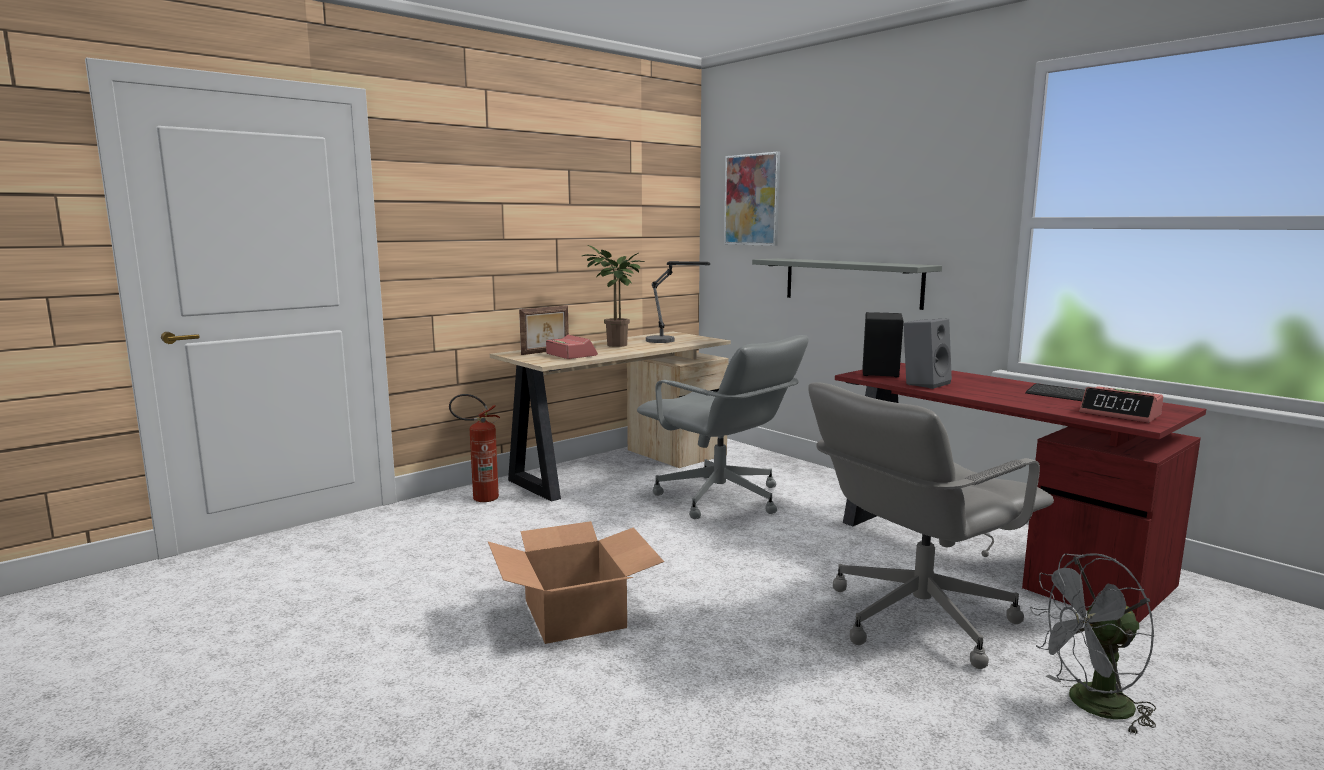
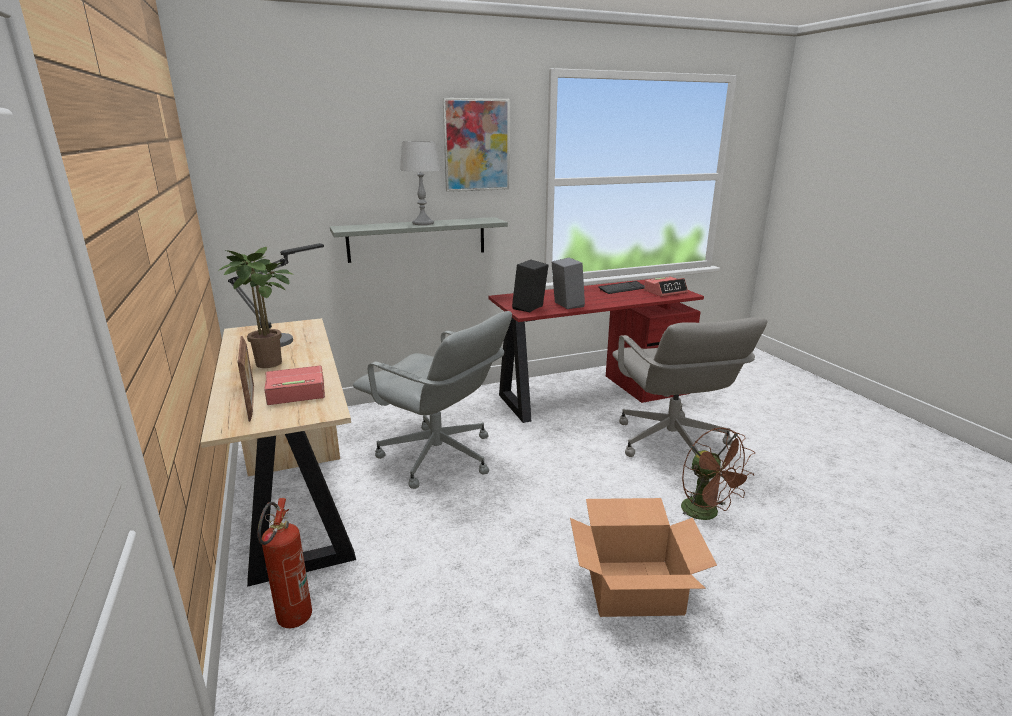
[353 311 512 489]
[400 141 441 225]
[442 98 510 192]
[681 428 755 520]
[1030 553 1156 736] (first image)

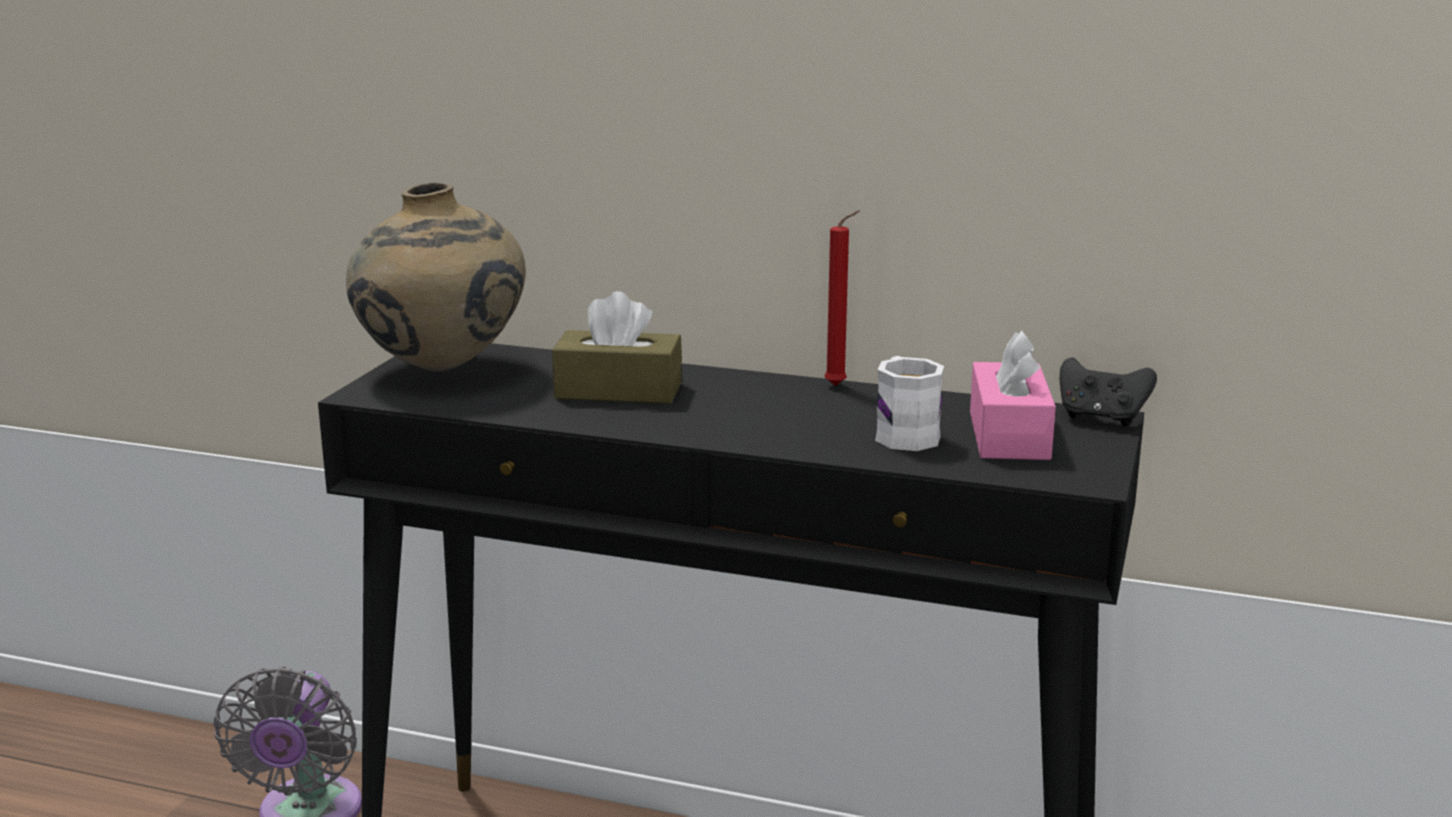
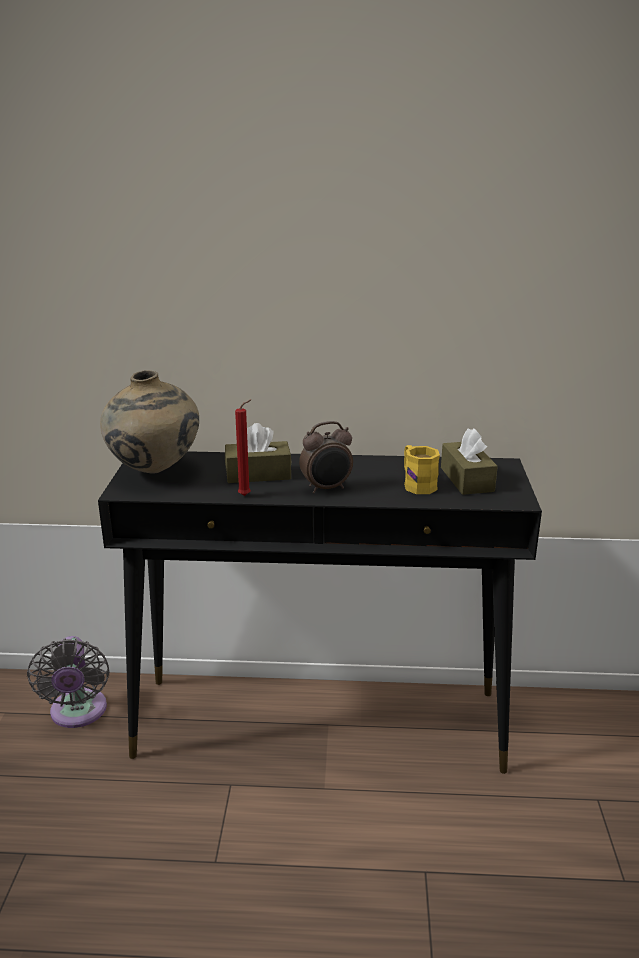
[235 399 252 496]
[299 421 353 494]
[404 445 440 494]
[441 428 498 495]
[1059 357 1157 427] (first image)

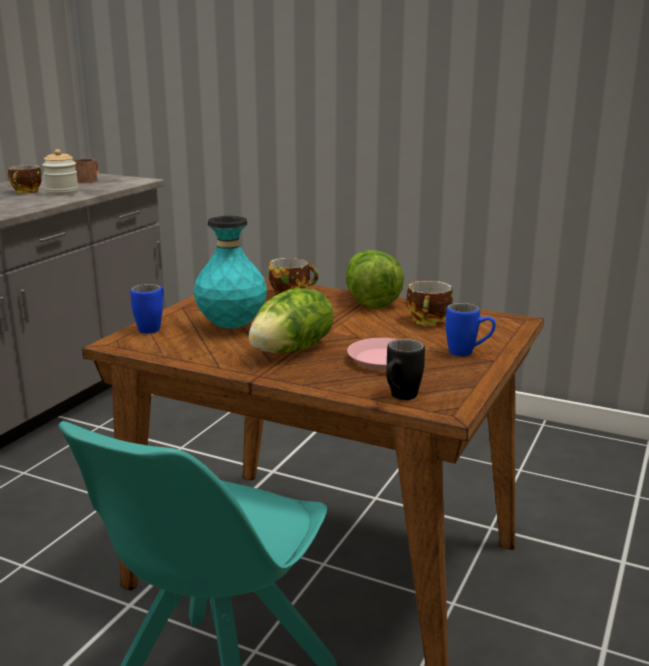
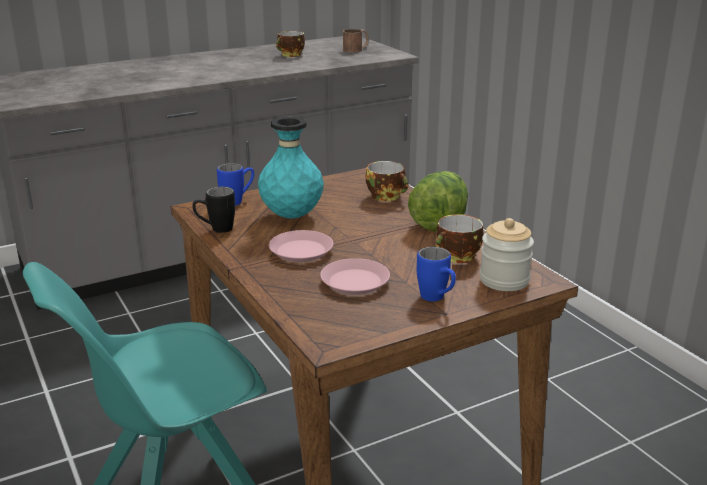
[192 187 235 233]
[269 230 333 262]
[480 218 534 291]

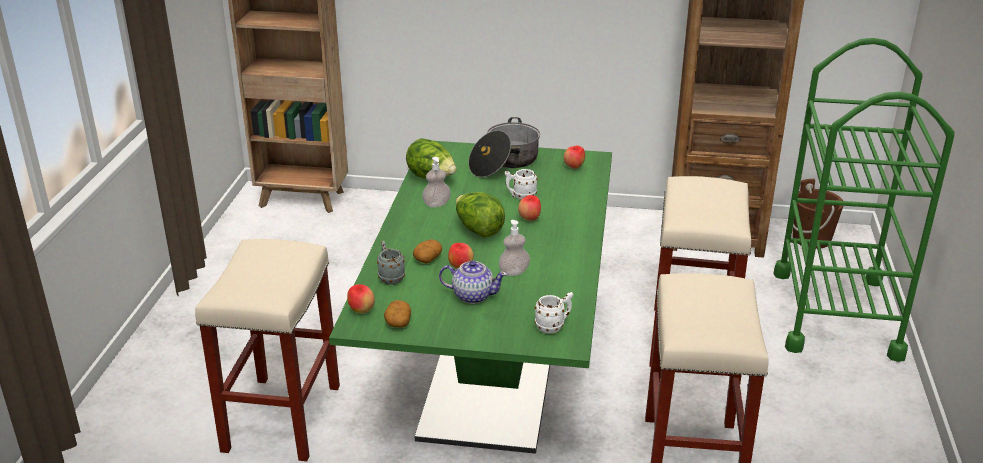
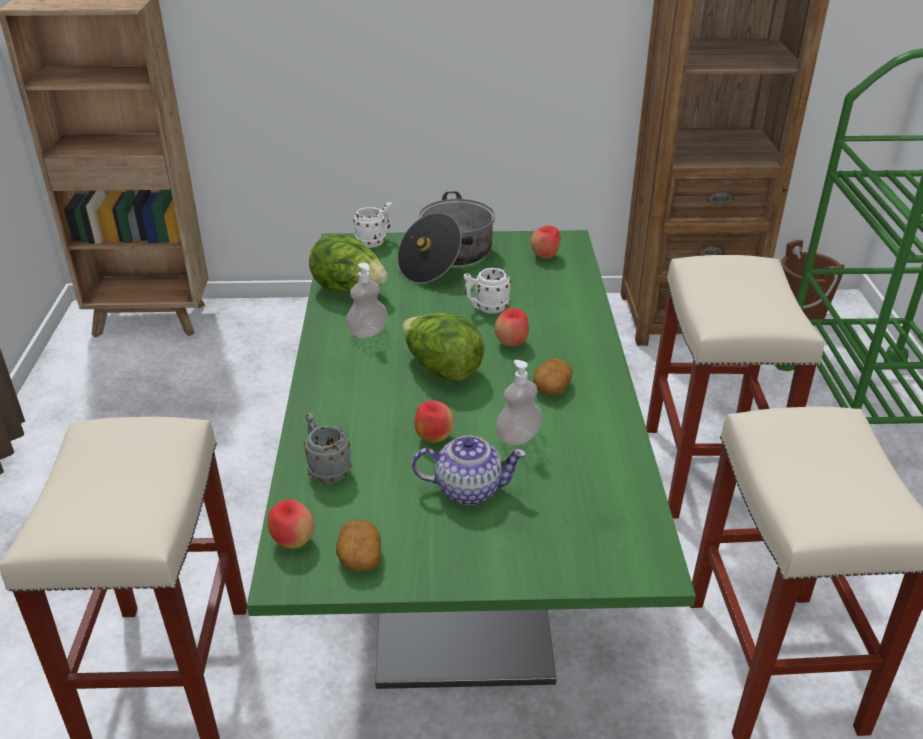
[353 202 393 248]
[533 358 572 396]

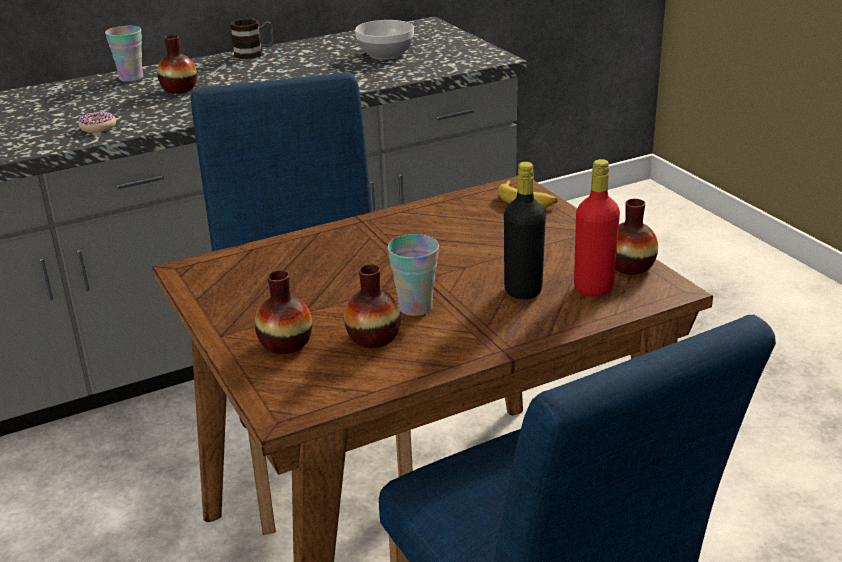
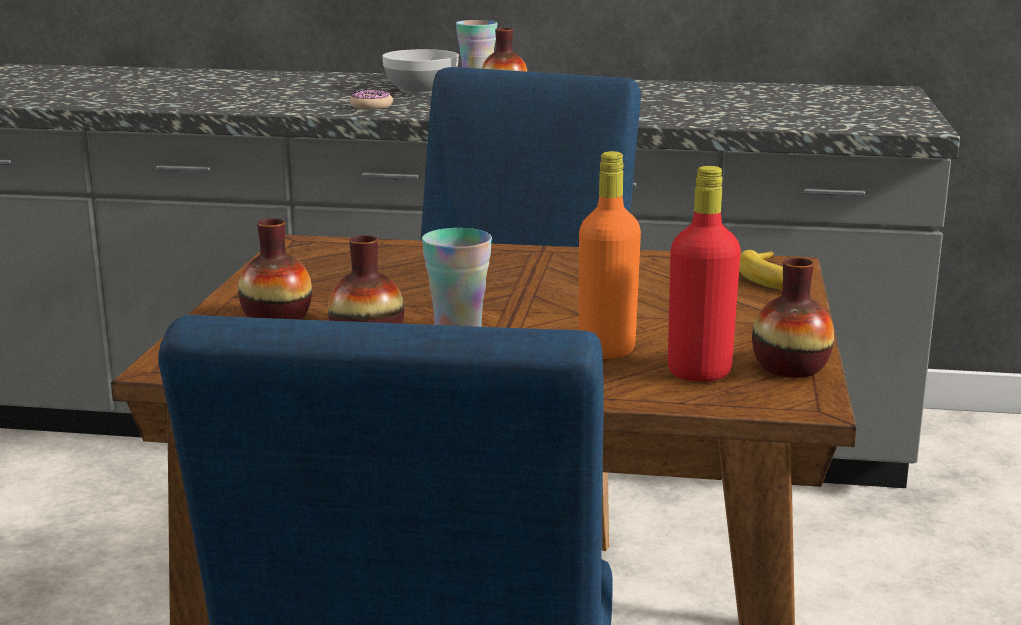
[382 49 459 94]
[579 151 641 359]
[230 18 273 59] (first image)

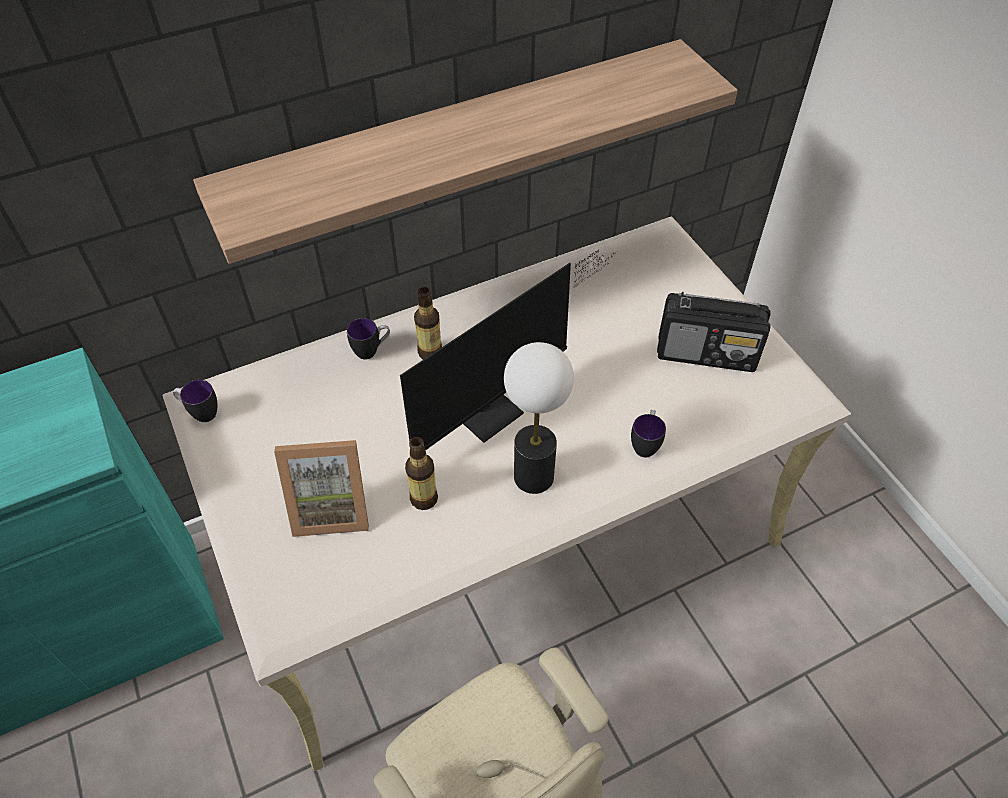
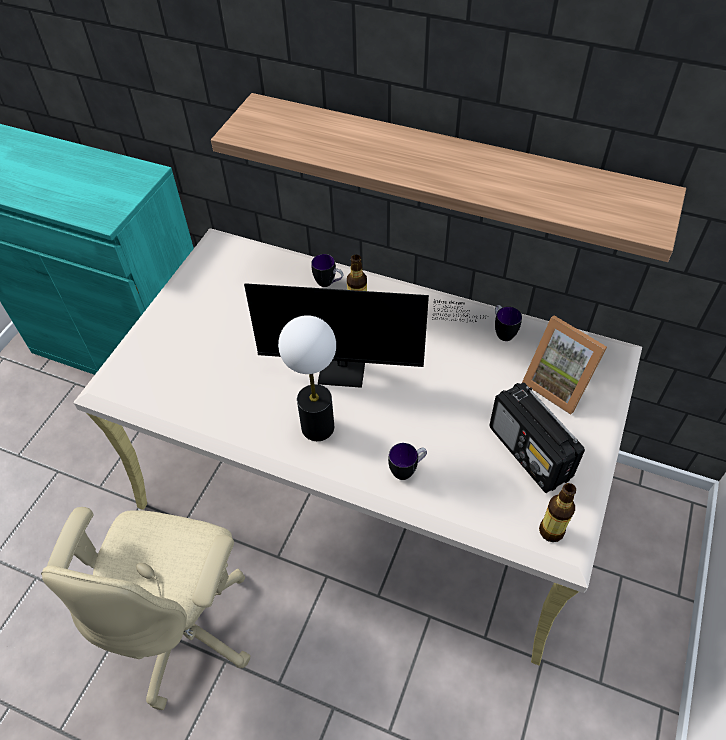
[495 305 522 341]
[522 315 607 415]
[539 483 576 542]

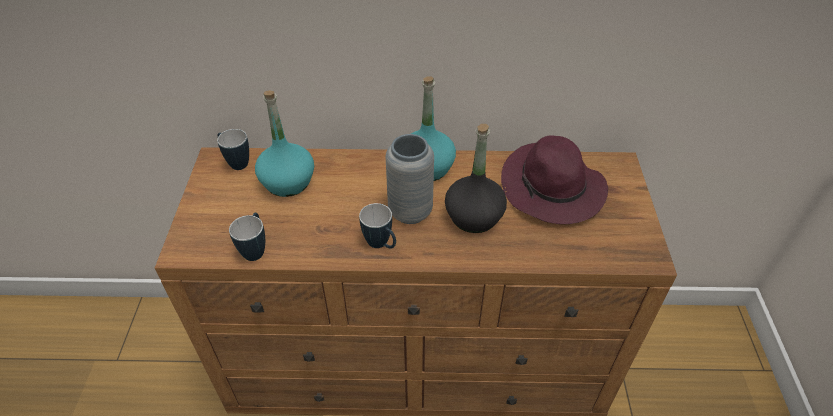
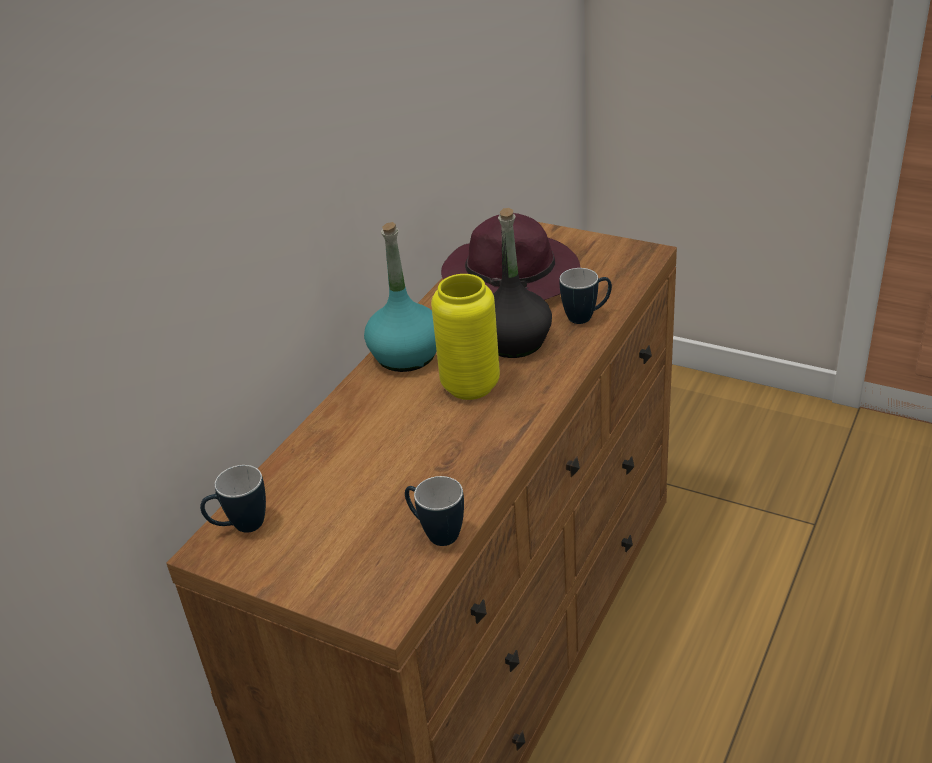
[431 274 500 400]
[560 268 612 324]
[255 90 314 197] (first image)

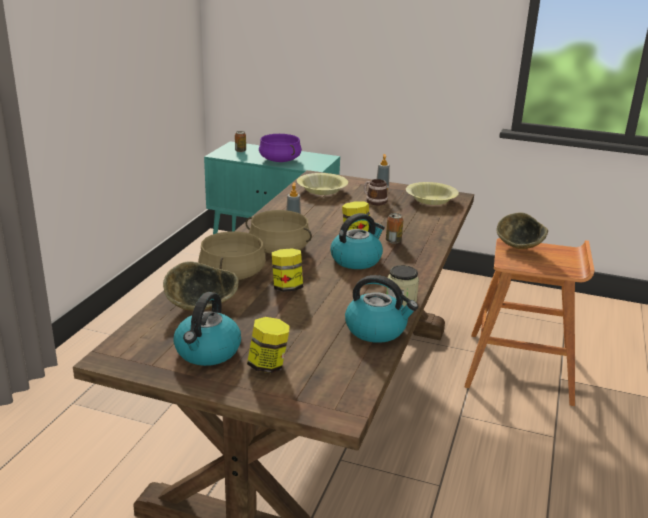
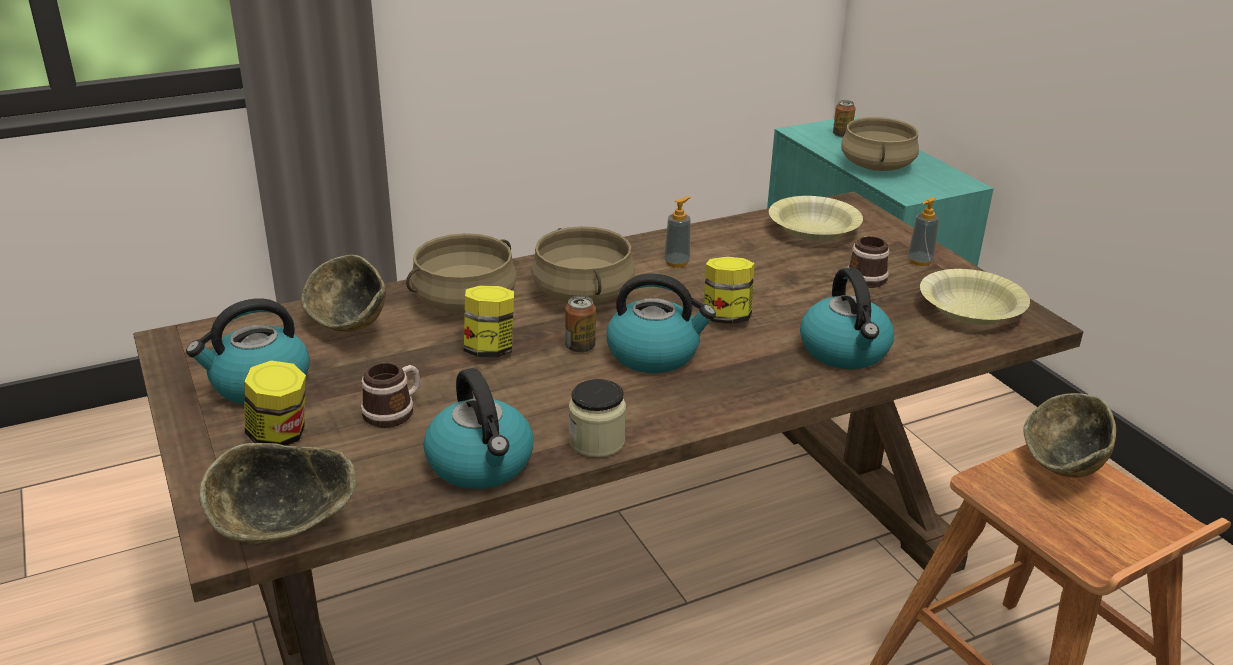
[199 443 356 544]
[361 363 420 428]
[565 296 596 353]
[800 268 894 369]
[841 117 919 171]

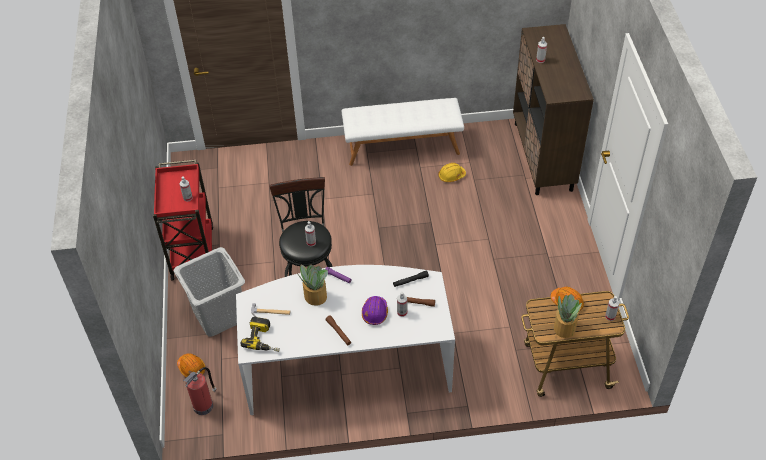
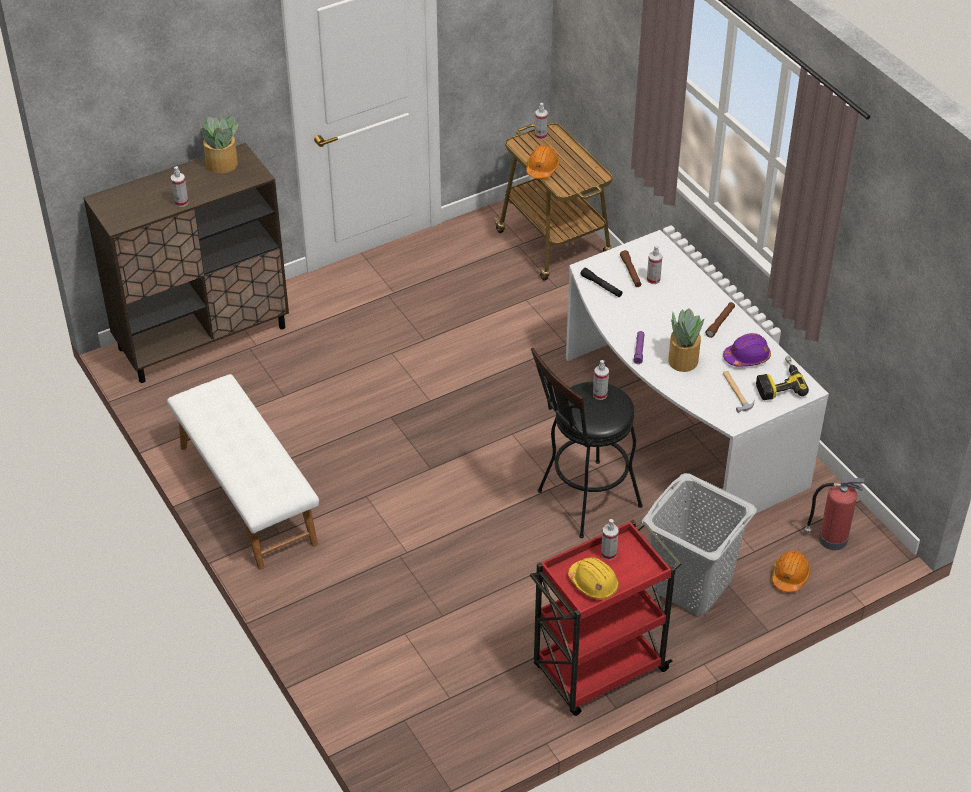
[200 115 239 173]
[568 557 619 600]
[723 333 771 367]

